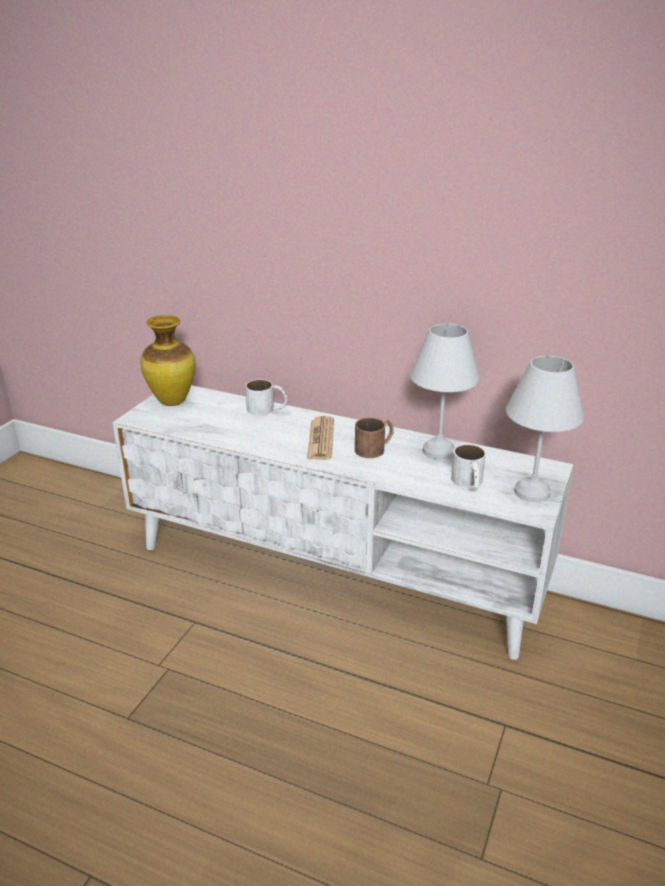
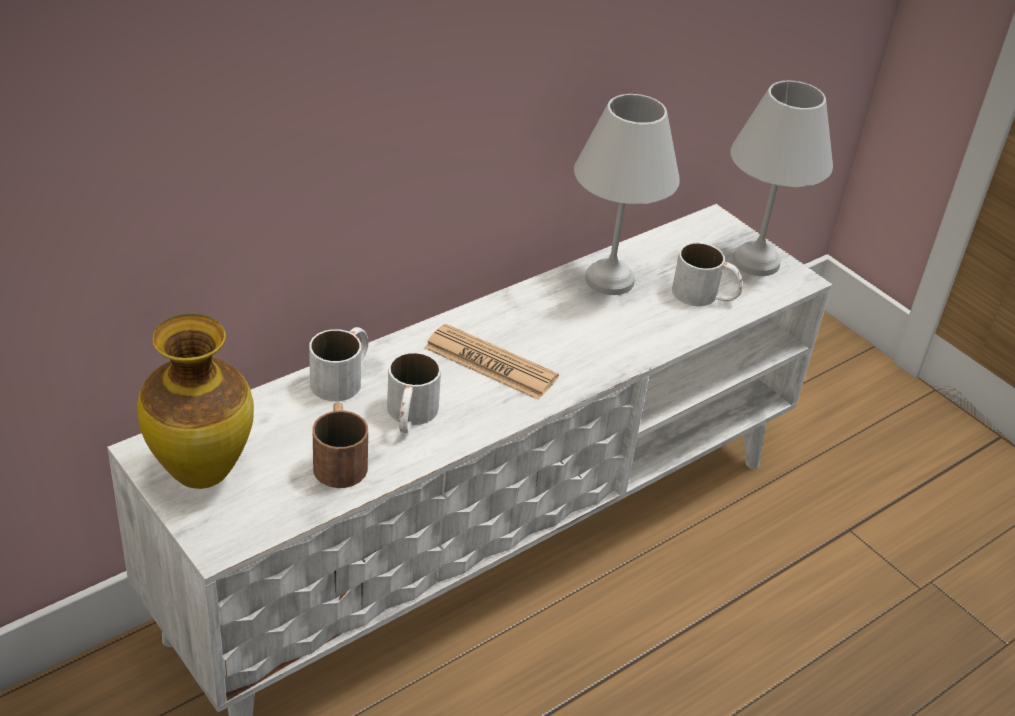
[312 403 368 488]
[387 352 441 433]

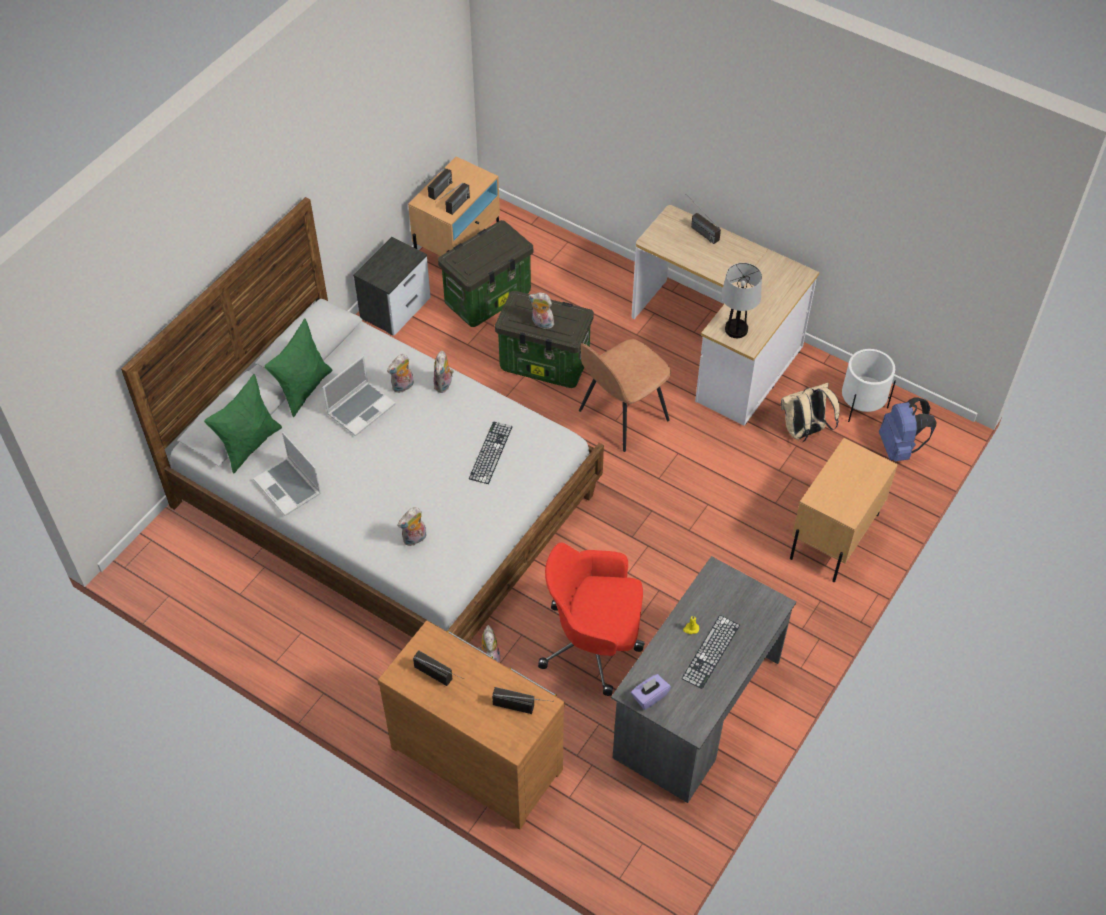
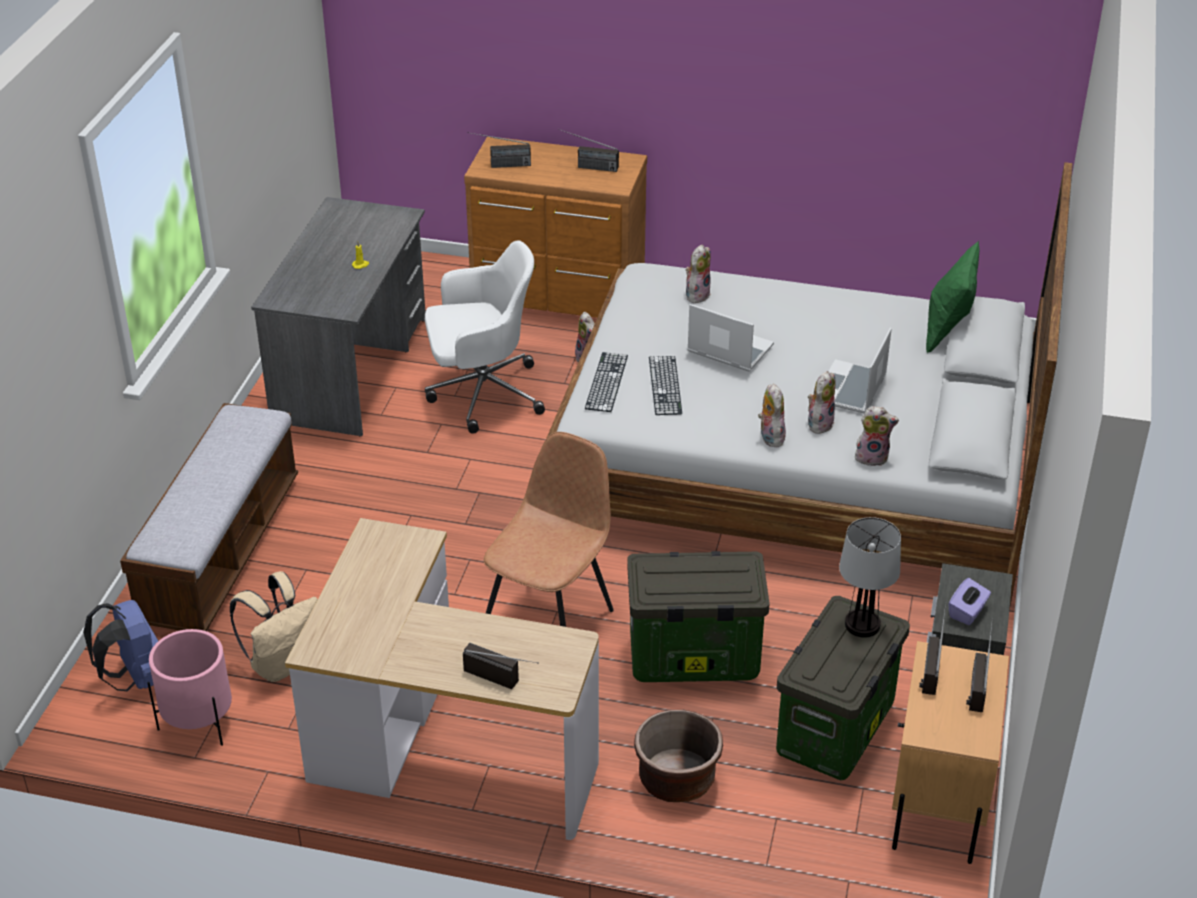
[120 403 298 631]
[147 629 232 746]
[425 241 545 434]
[585 352 628 412]
[634 710 723 802]
[687 304 774 371]
[839 517 901 638]
[854 406 899 466]
[949 578 991 625]
[265 318 333 417] (first image)

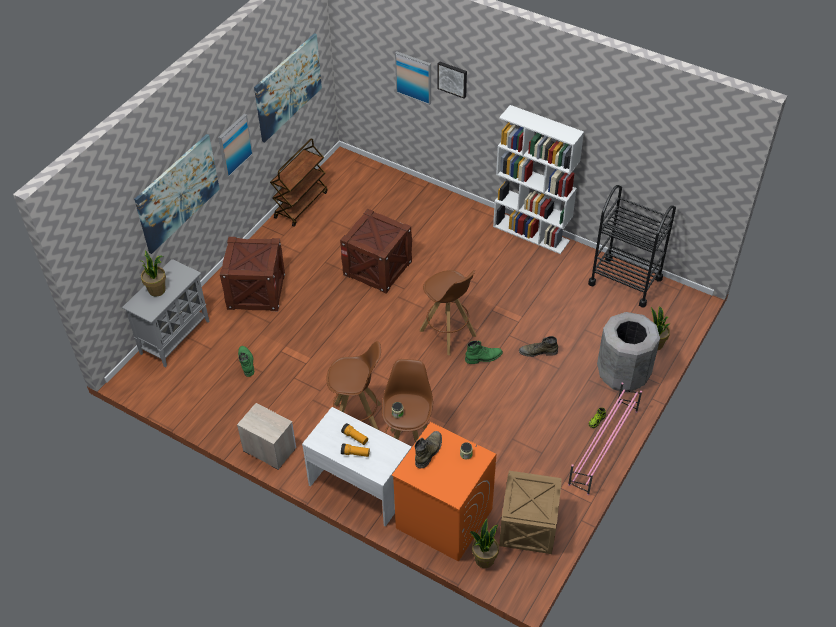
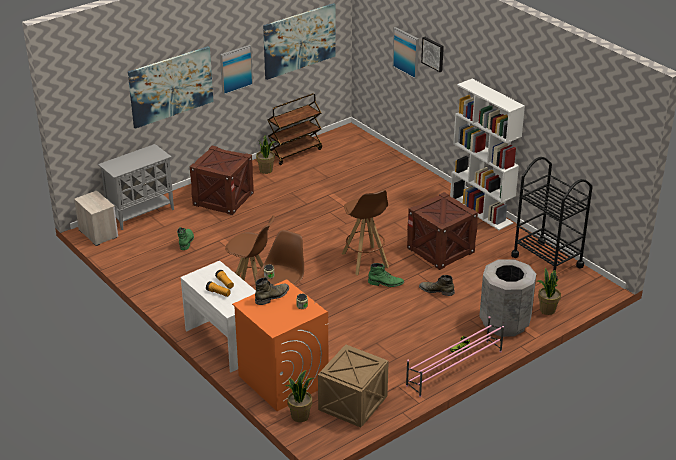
[74 190 118 246]
[256 135 277 174]
[407 192 478 270]

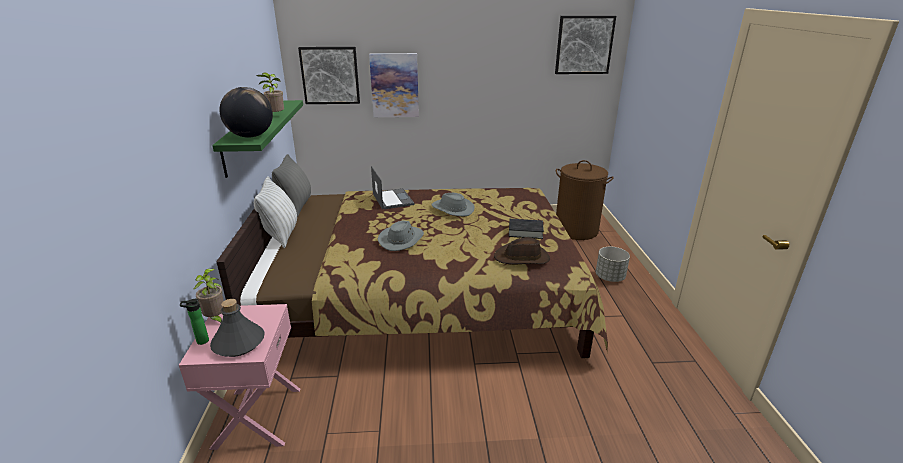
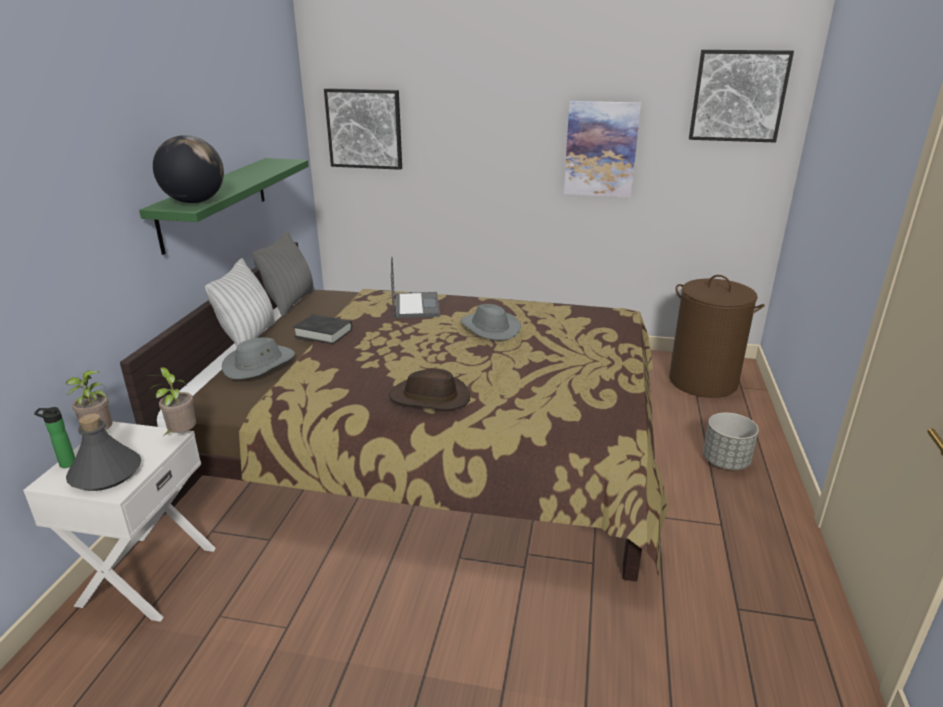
[23 421 216 622]
[146 367 196 435]
[222 337 295 379]
[293 314 352 344]
[389 369 470 410]
[564 101 641 197]

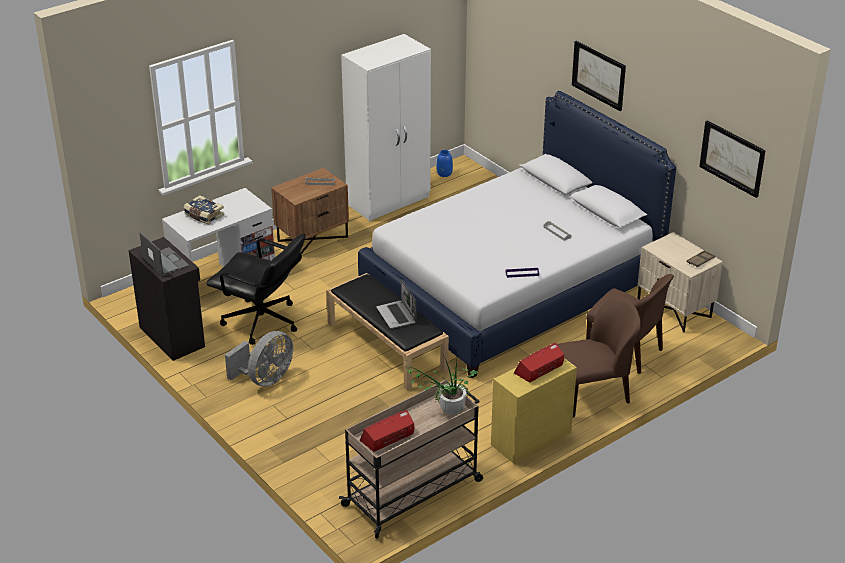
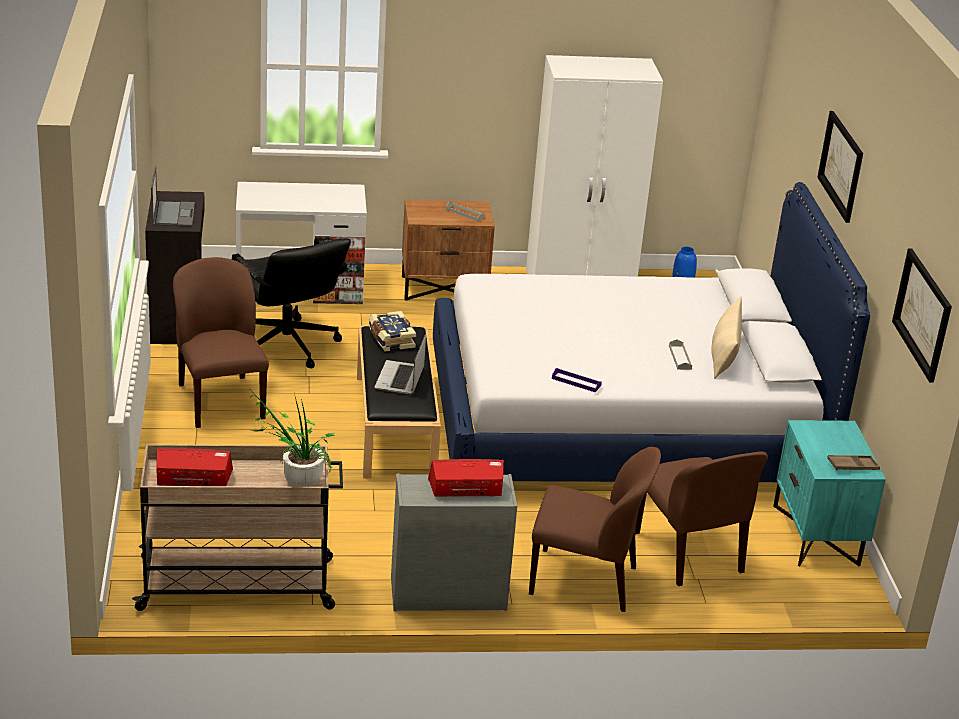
[173 257 269 428]
[369 311 416 351]
[391 474 517 611]
[711 296 742 379]
[773 420 886 566]

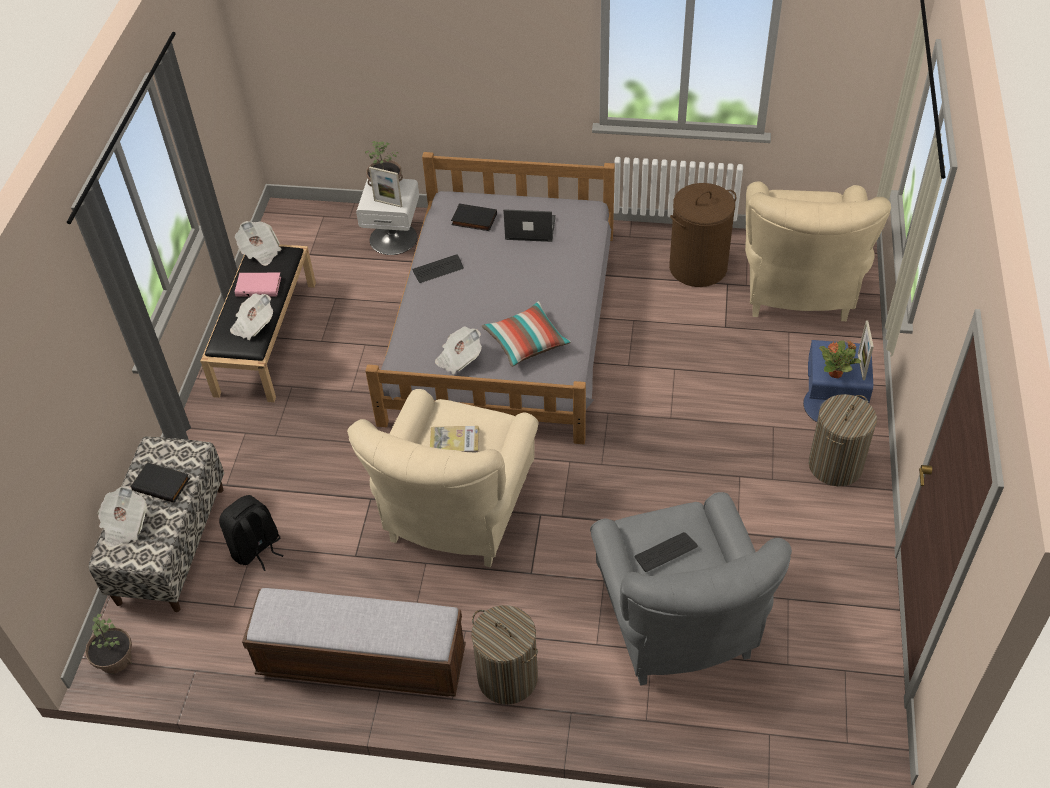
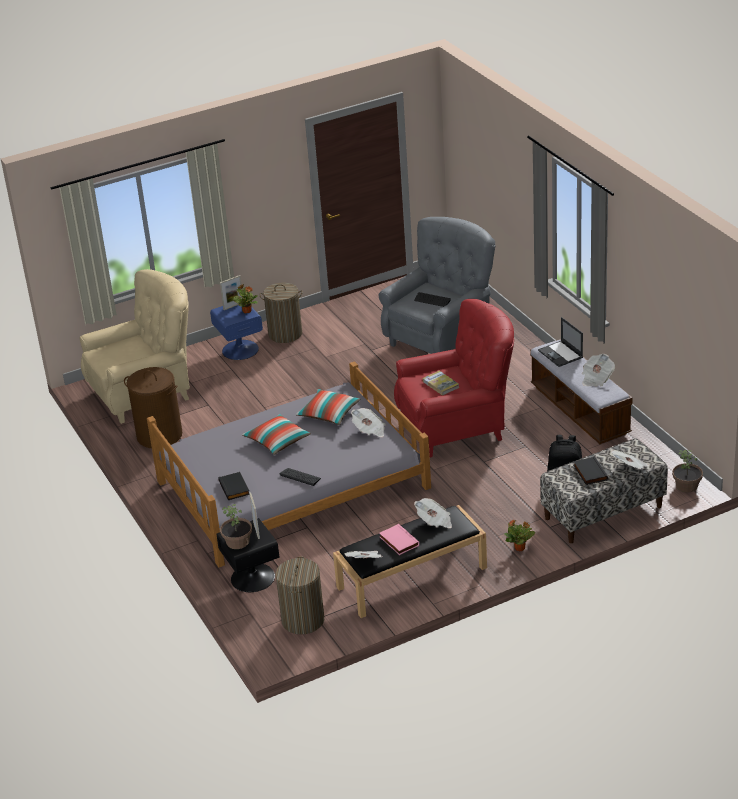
[216 518 279 592]
[242 414 311 455]
[275 556 324 635]
[394 299 514 457]
[504 519 535 551]
[538 317 583 367]
[582 354 615 386]

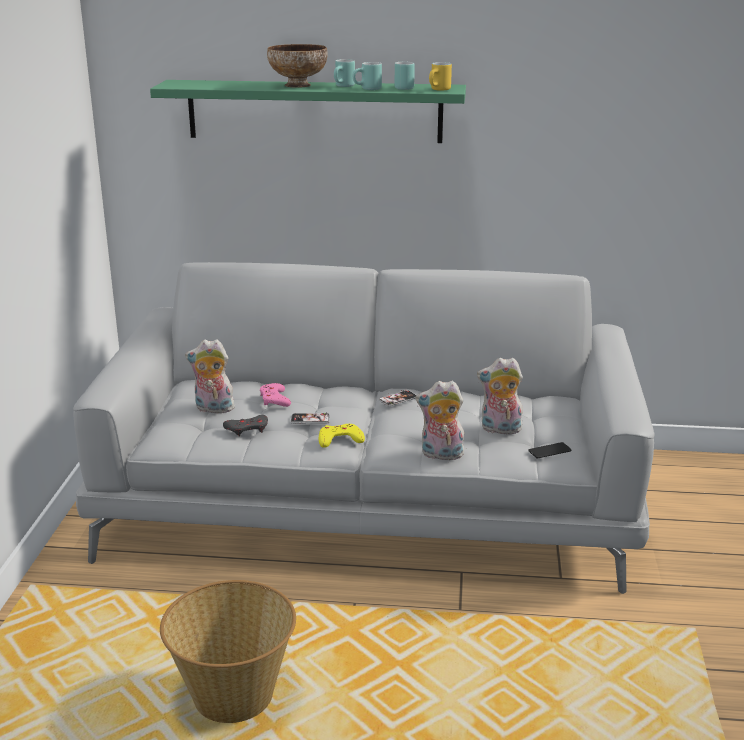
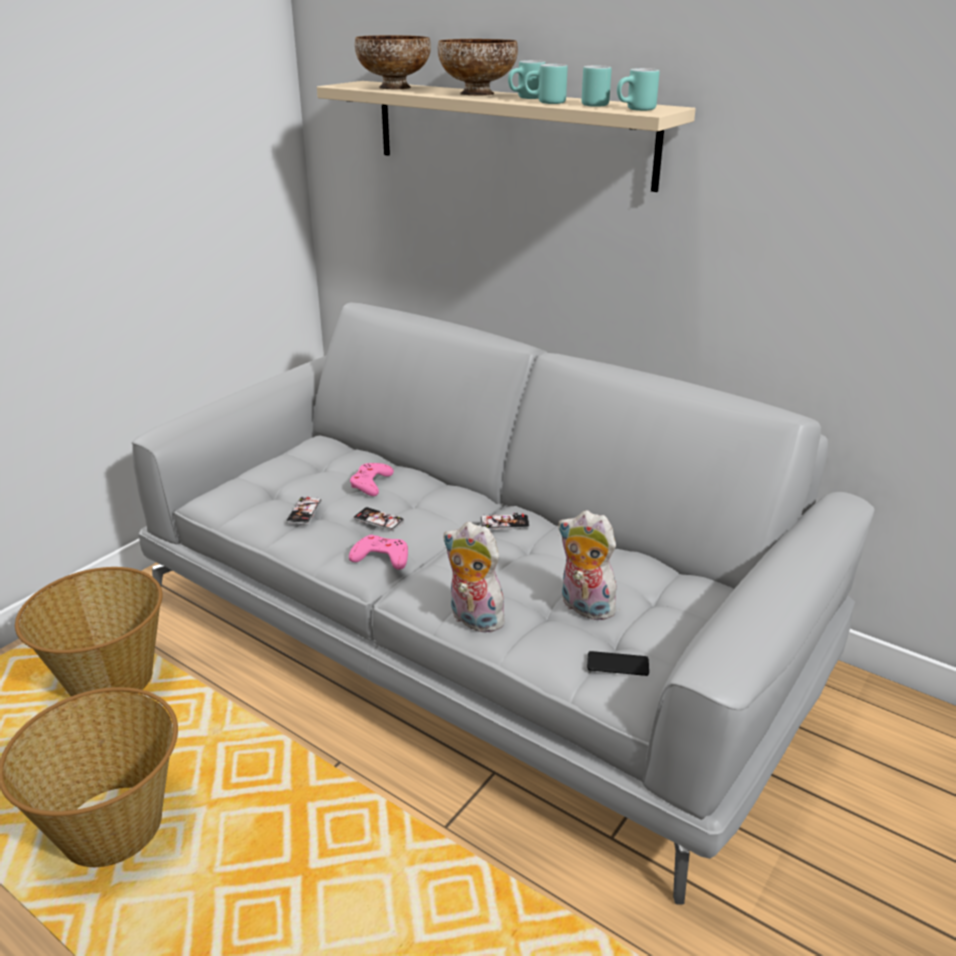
[15 567 163 696]
[286 496 322 525]
[317 81 696 192]
[349 535 408 570]
[355 35 431 89]
[617 68 660 111]
[185 339 235 413] (first image)

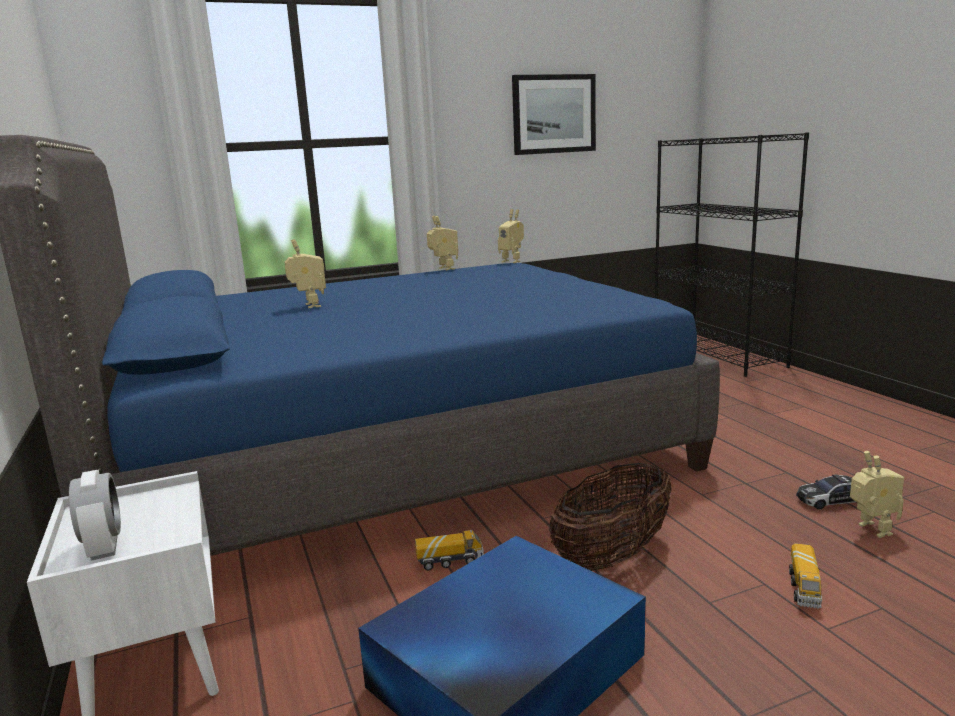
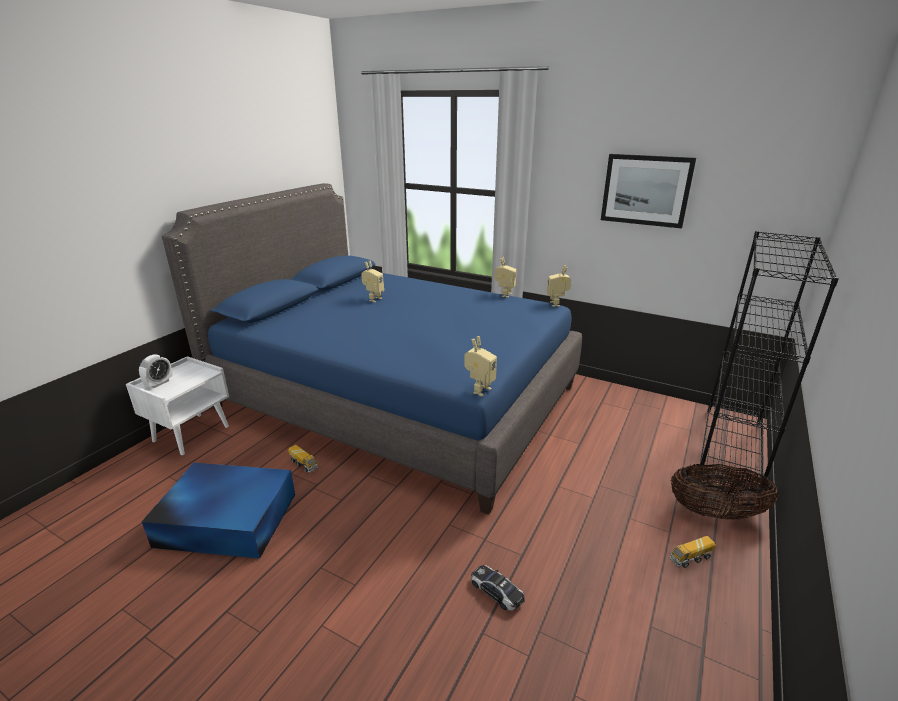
[464 336 497 396]
[669 536 716 568]
[670 464 778 520]

